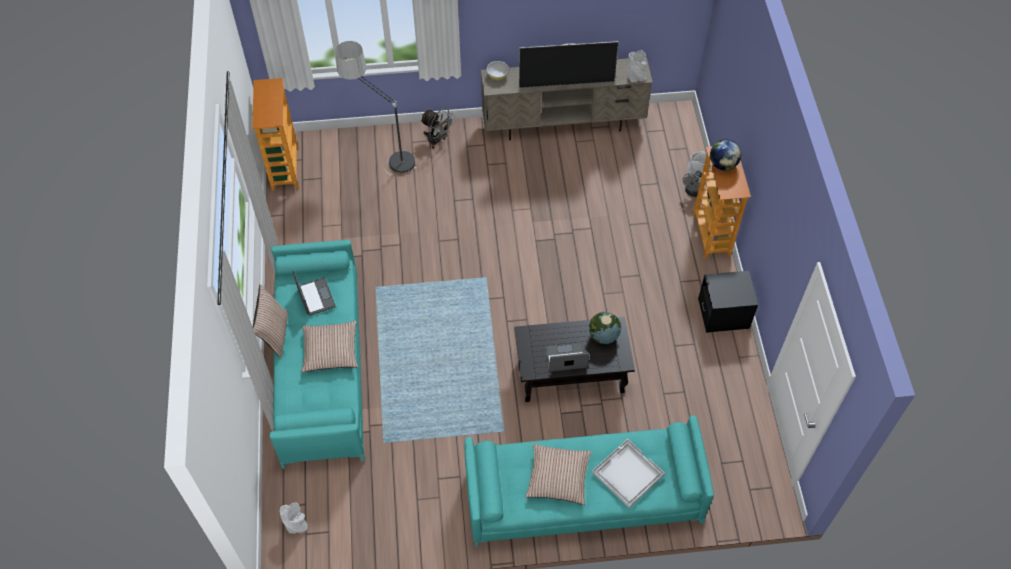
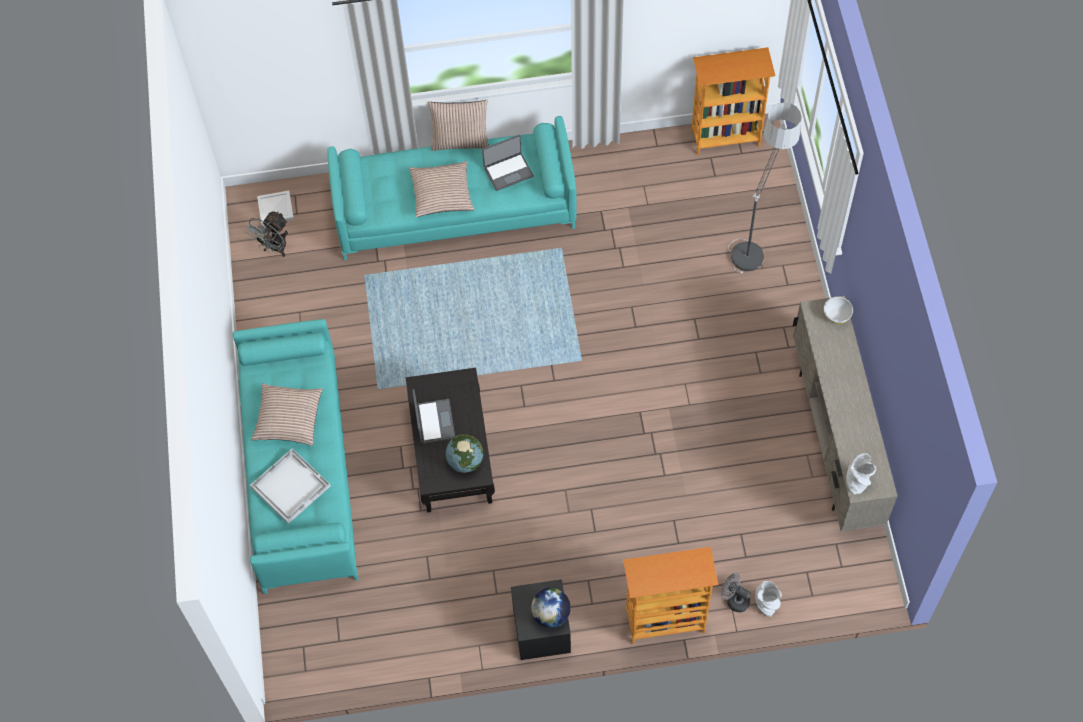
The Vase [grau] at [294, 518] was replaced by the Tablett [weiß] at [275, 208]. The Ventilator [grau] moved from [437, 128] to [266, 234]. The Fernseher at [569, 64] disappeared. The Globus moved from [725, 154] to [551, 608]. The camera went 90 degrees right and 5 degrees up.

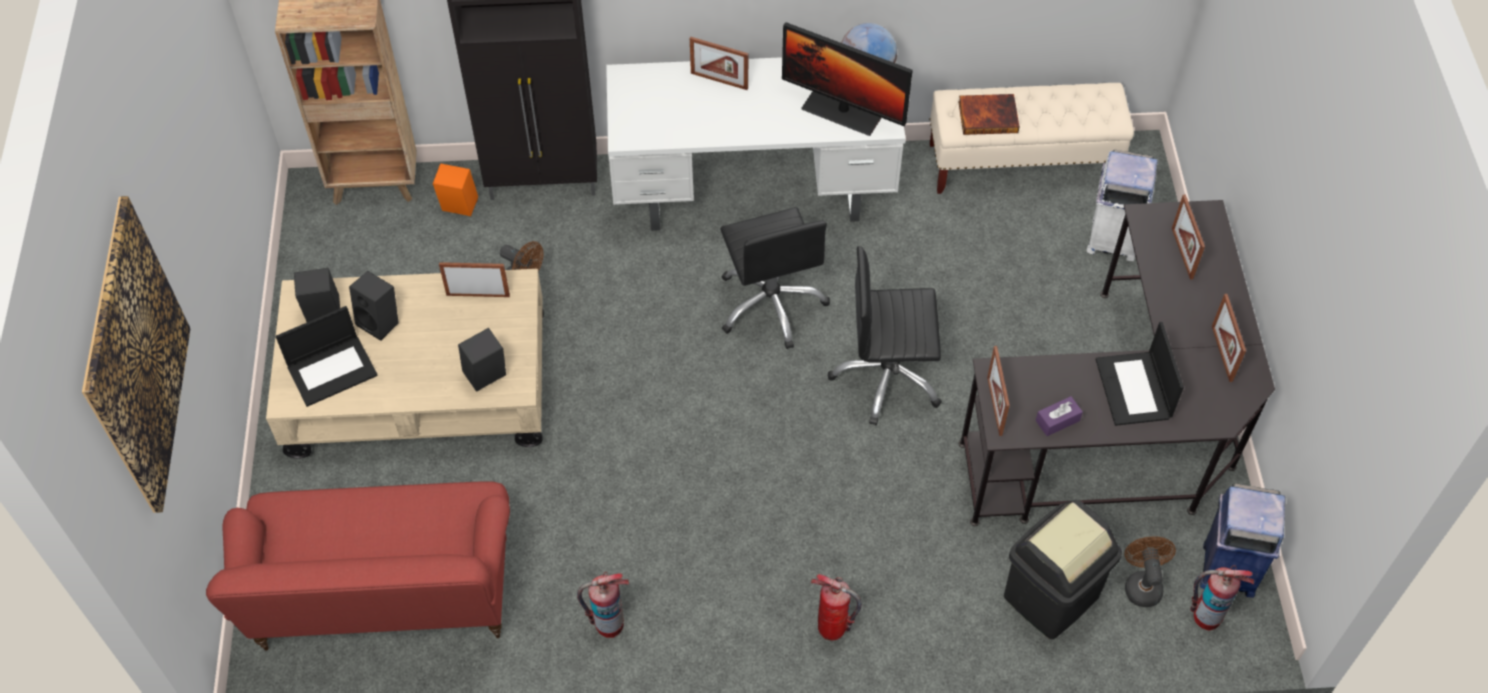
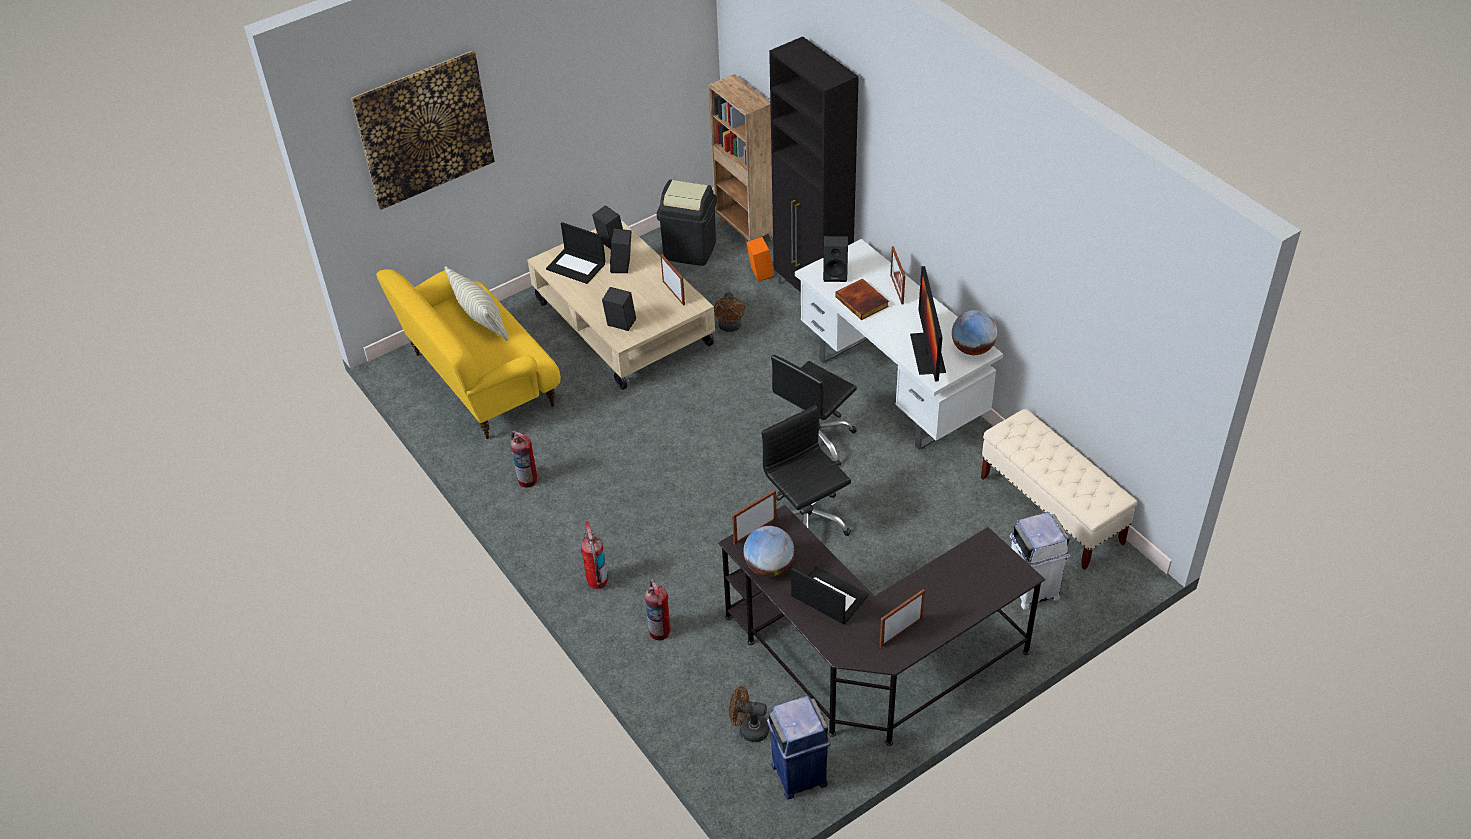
The Sofa [rot] at [358, 565] became the Sofa [gelb] at [468, 354]. The Buch moved from [989, 114] to [862, 299]. The Mülleimer [schwarz] moved from [1063, 569] to [687, 223]. The Taschentuchbox [lila] at [1059, 416] was replaced by the Globus at [769, 551]. The Laptop at [1140, 374] turned 75 degrees clockwise. The Ventilator [braun] at [1150, 571] turned 135 degrees counterclockwise. The Bilderrahmen at [1188, 237] disappeared. The Feuerlöscher moved from [1222, 598] to [657, 609]. The Kissen at [476, 303] appeared. The Lautsprecher [schwarz] at [835, 259] appeared. The camera went 60 degrees right and 10 degrees down.

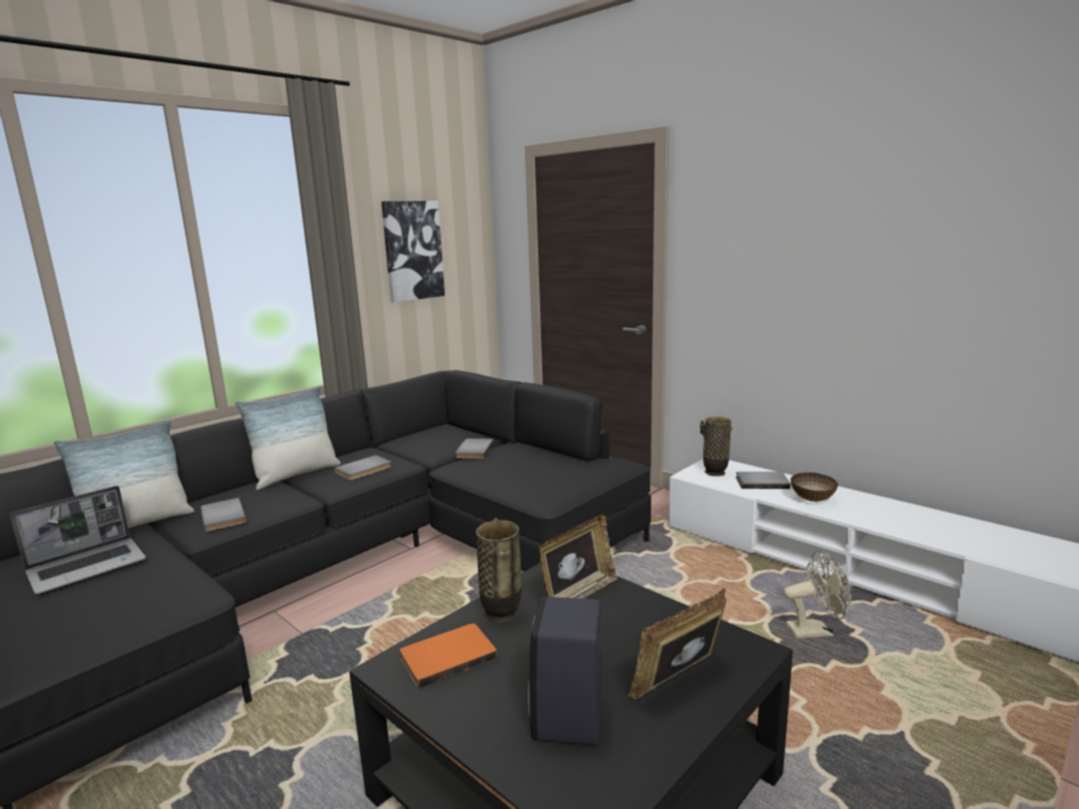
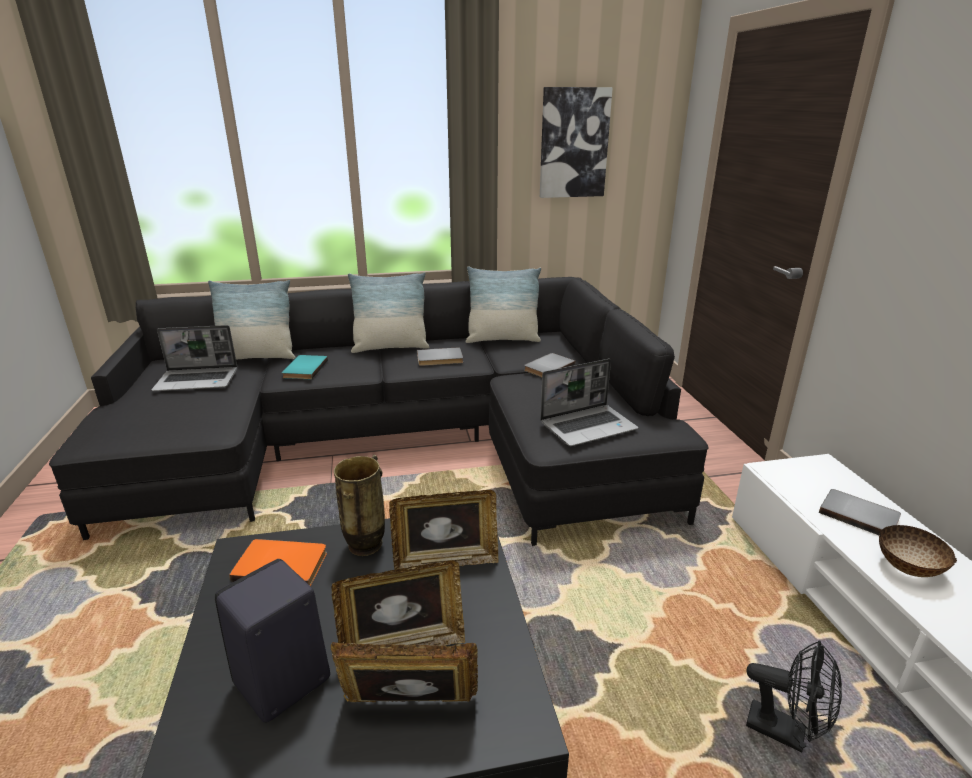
The Buch [grau] at [223, 515] became the Buch [türkis] at [305, 367]. The Vase at [716, 446] disappeared. The Ventilator [beige] at [817, 595] became the Ventilator [schwarz] at [794, 696]. The Bilderrahmen at [398, 603] appeared. The Kissen at [503, 304] appeared. The Laptop at [589, 402] appeared. The camera went 35 degrees right and 10 degrees up.

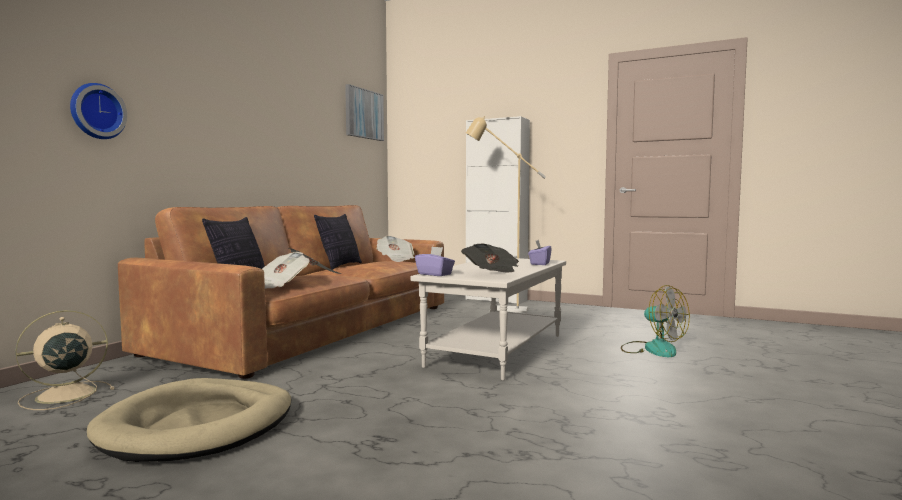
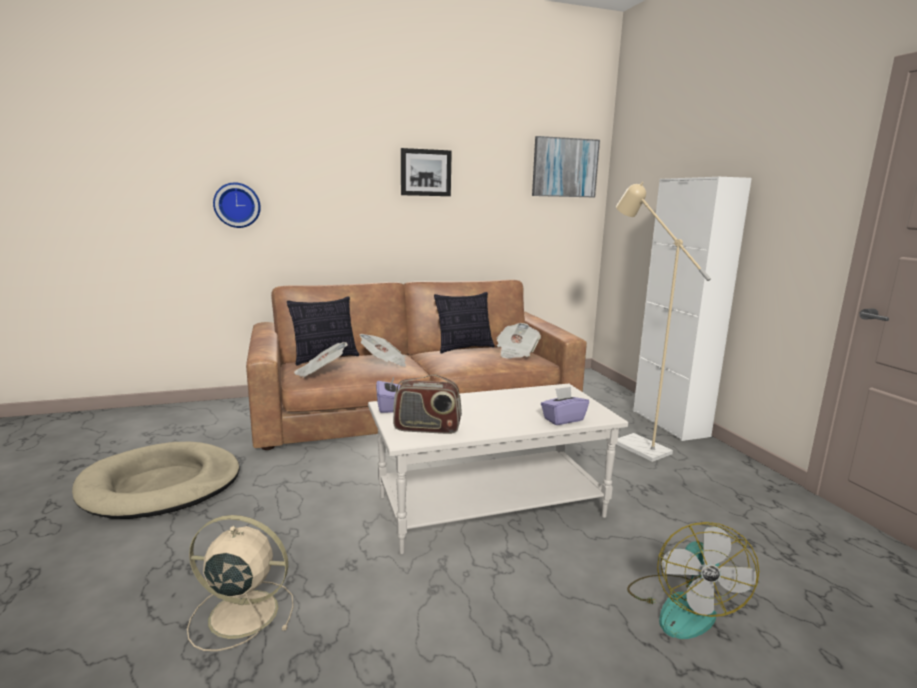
The Ventilator [beige] moved from [64, 360] to [240, 583]. The Zeitung at [489, 258] was replaced by the Radio at [427, 404]. The Bild at [426, 172] appeared. The camera went 45 degrees right and 10 degrees up.

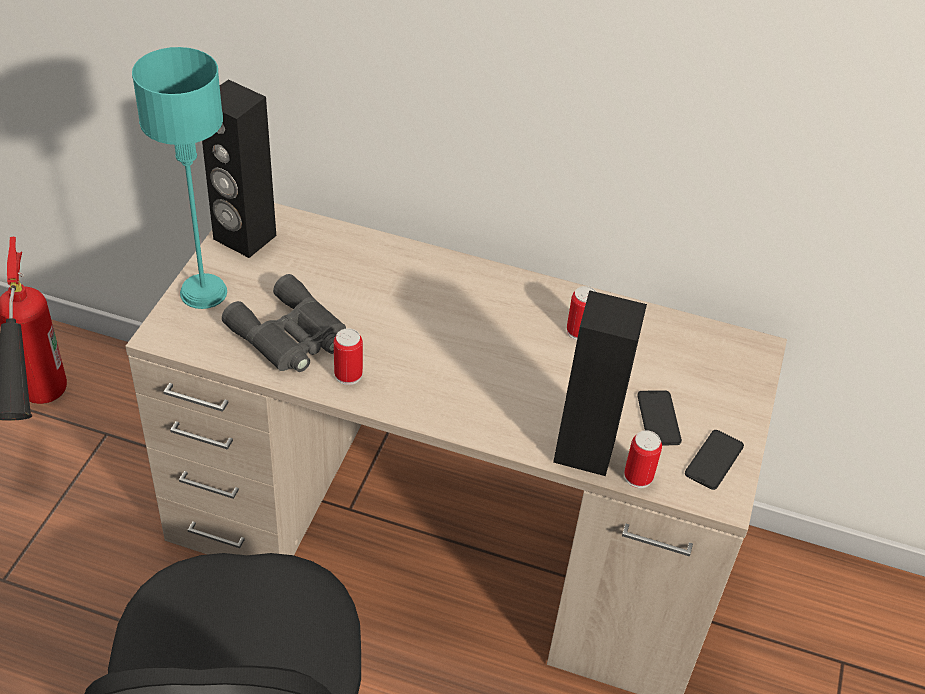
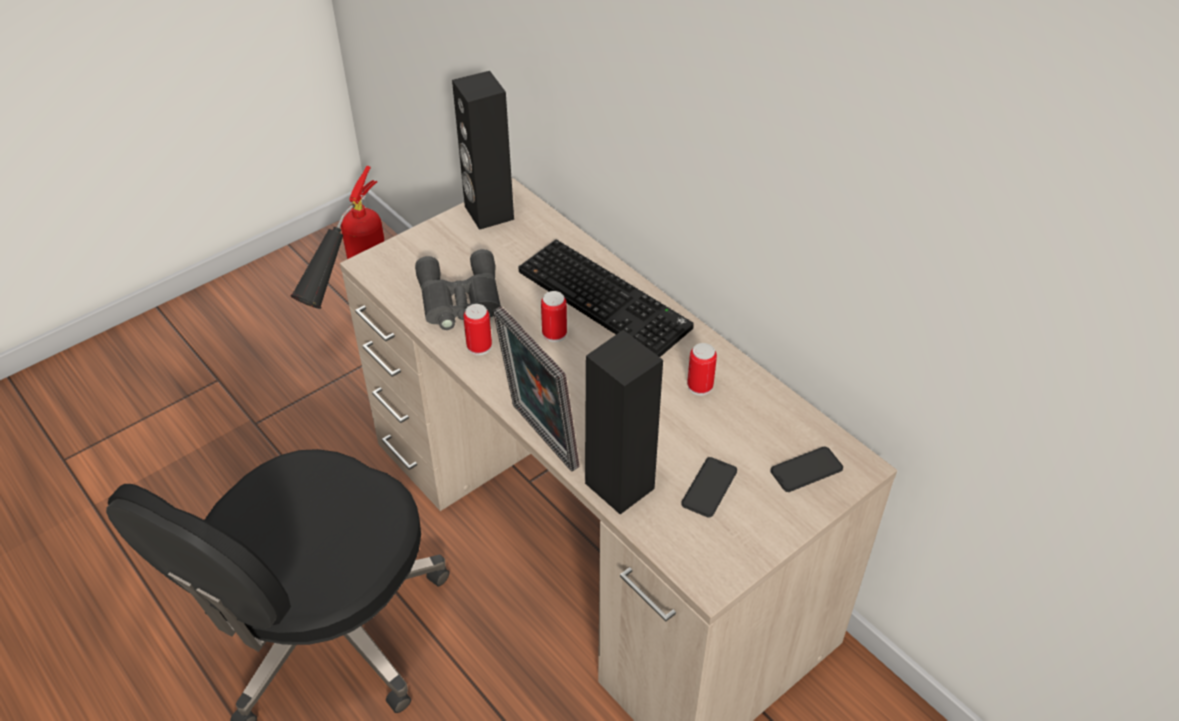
The Tischlampe [türkis] at [179, 178] disappeared. The Dose moved from [643, 459] to [554, 316]. The Handy moved from [714, 460] to [806, 469]. The Bilderrahmen at [536, 389] appeared. The Tastatur at [606, 298] appeared. The camera went 35 degrees right and 0 degrees up.

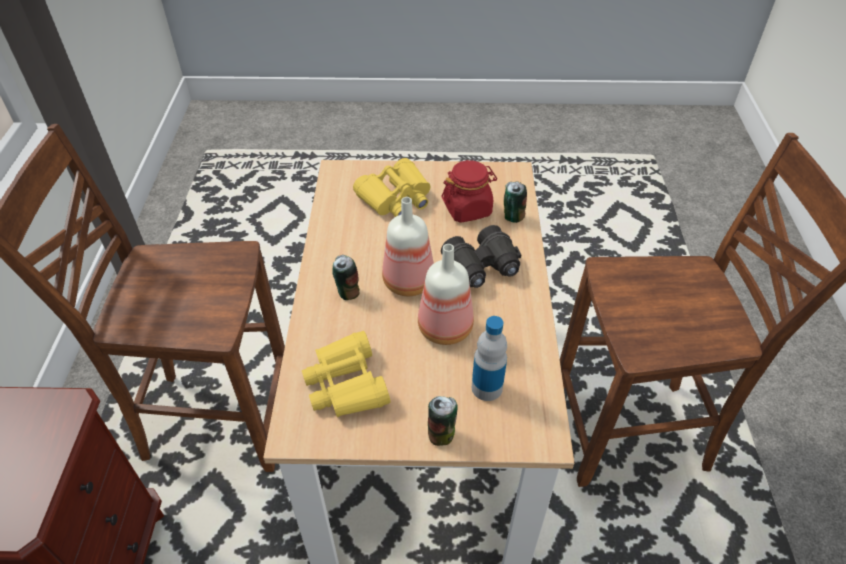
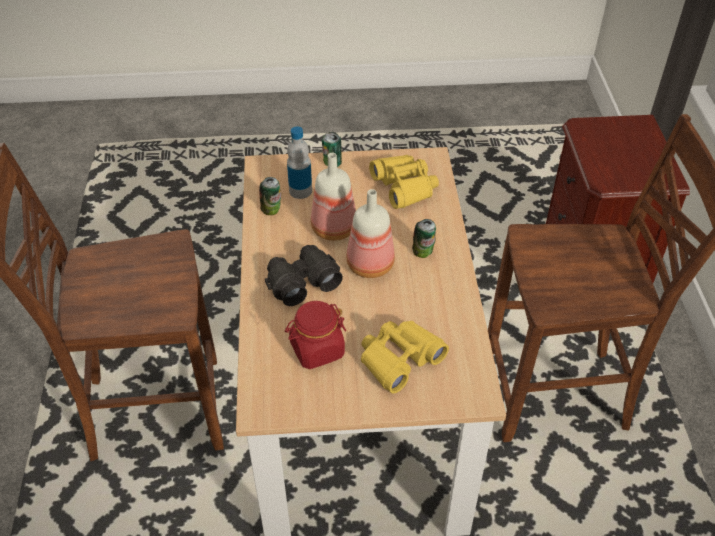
The Dose moved from [515, 202] to [270, 196]. The camera went 175 degrees right and 0 degrees up.

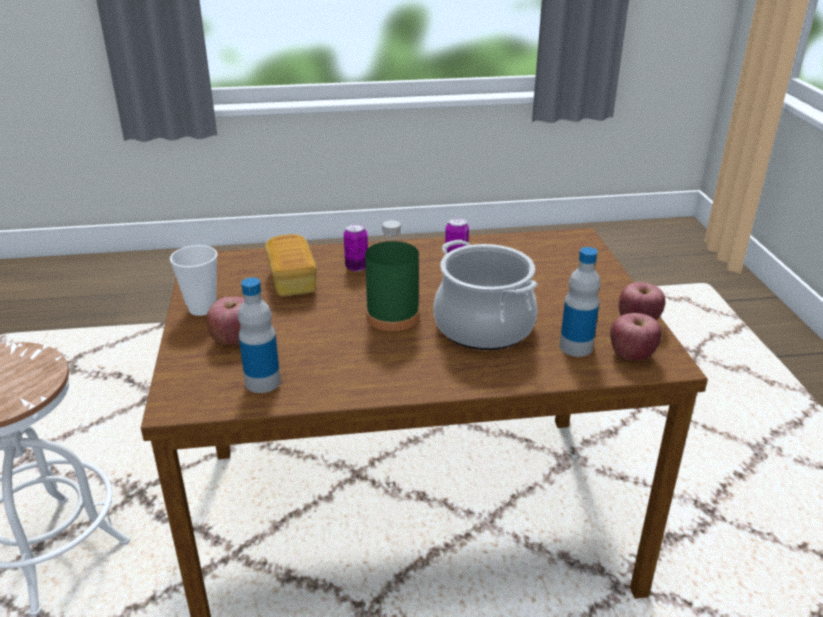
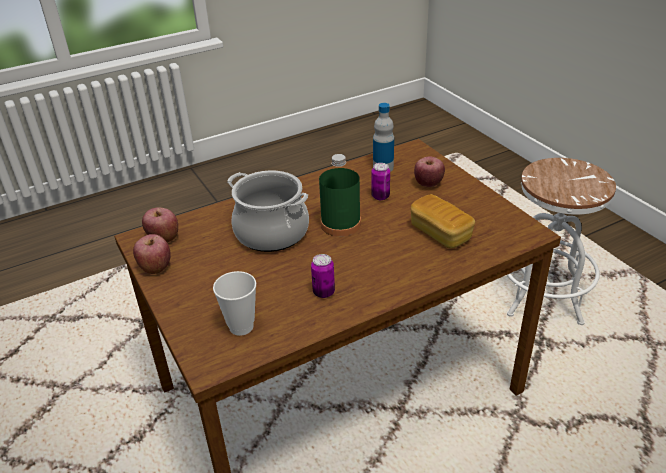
The Tasse moved from [193, 280] to [234, 303]. The Dose moved from [356, 248] to [380, 181]. The Flasche at [580, 302] disappeared. The camera went 160 degrees right and 5 degrees up.

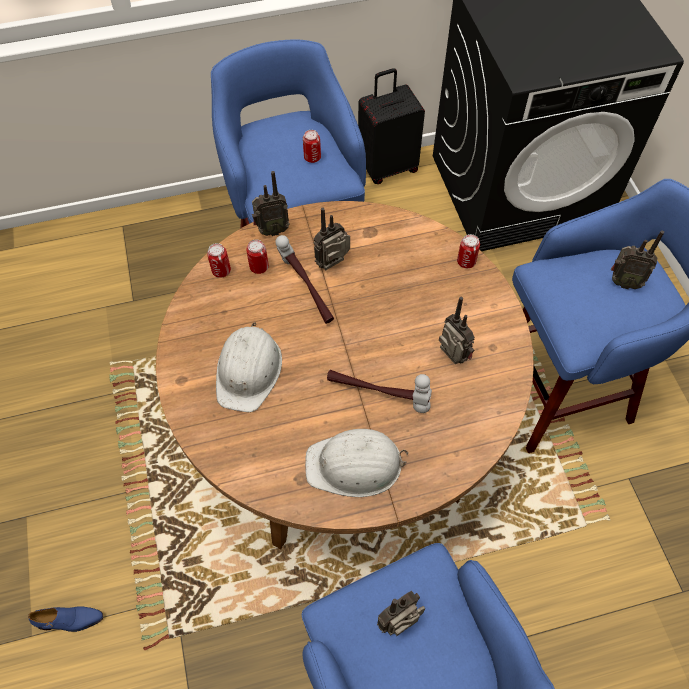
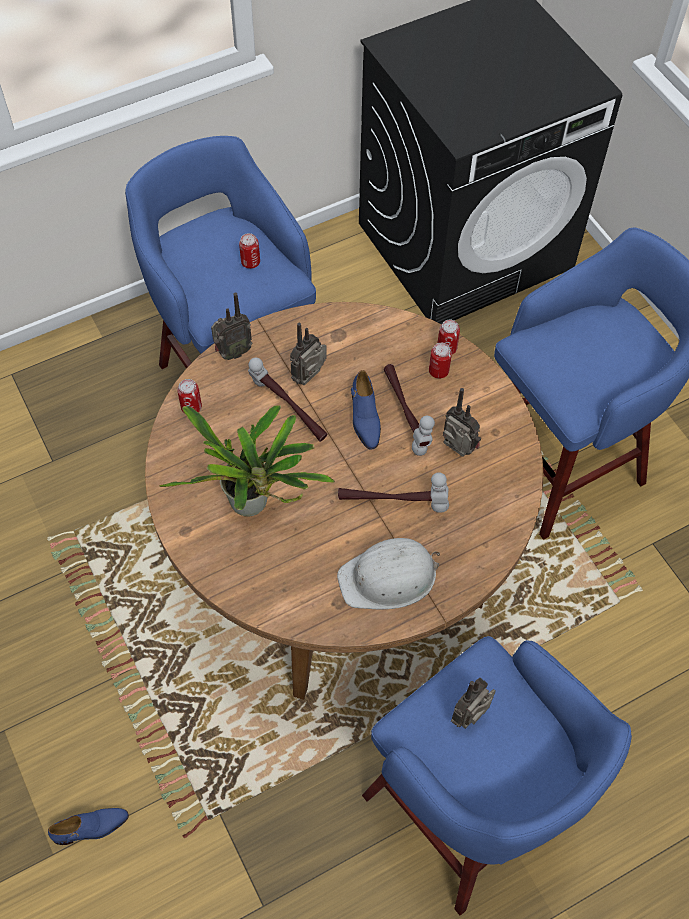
The Schutzhelm [weiß] at [249, 367] was replaced by the Topfpflanze at [247, 460]. The Dose moved from [257, 257] to [440, 361]. The Koffer [schwarz] at [391, 126] disappeared. The Radio at [637, 260] disappeared. The Schuh [blau] at [366, 410] appeared. The Hammer at [409, 410] appeared. The camera went 15 degrees left and 0 degrees up.

